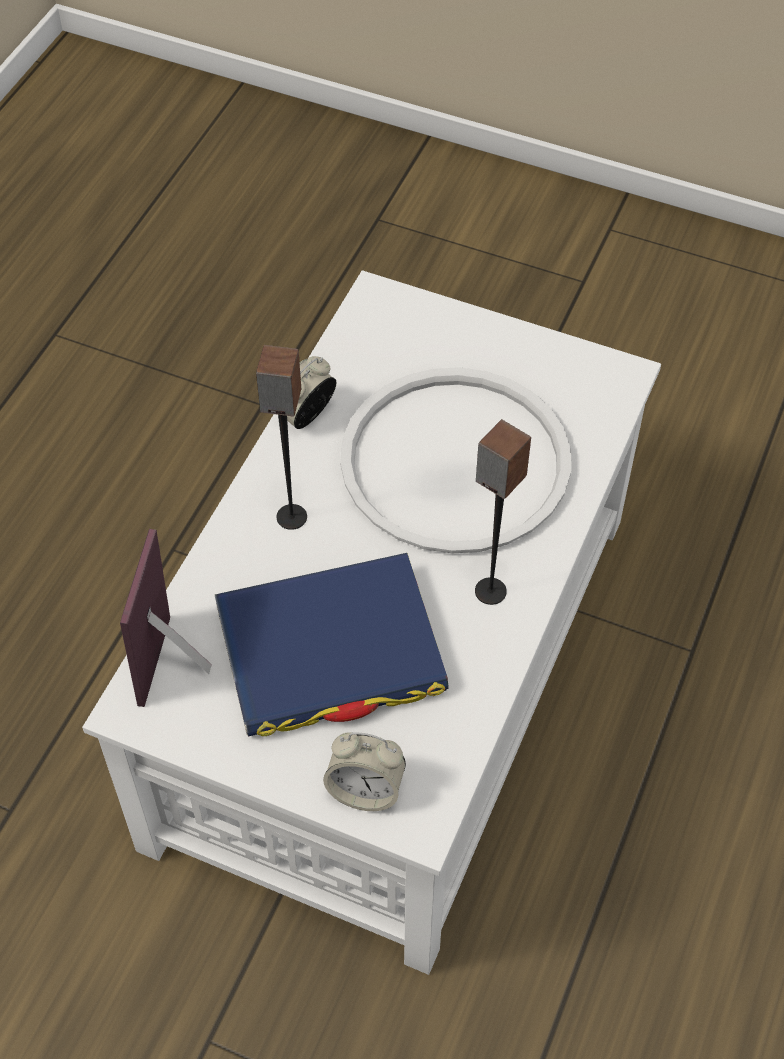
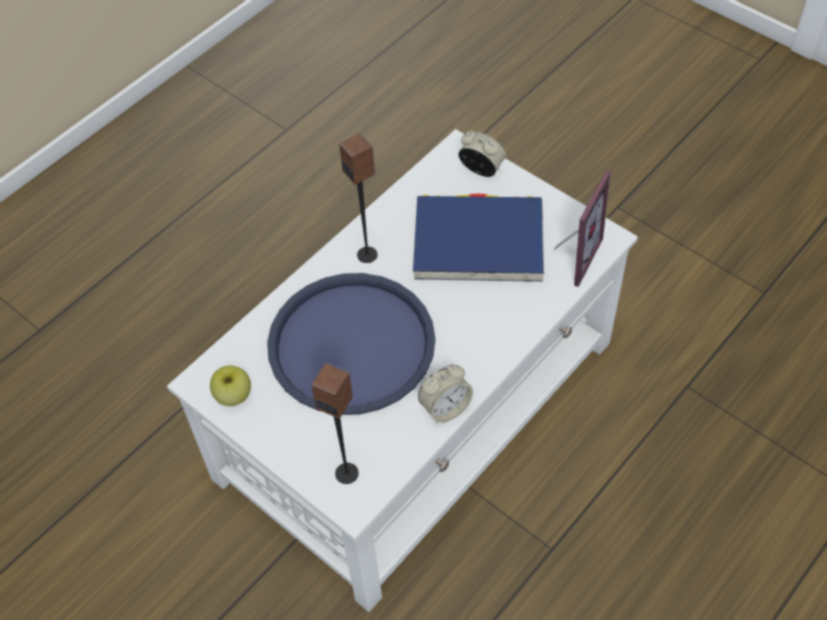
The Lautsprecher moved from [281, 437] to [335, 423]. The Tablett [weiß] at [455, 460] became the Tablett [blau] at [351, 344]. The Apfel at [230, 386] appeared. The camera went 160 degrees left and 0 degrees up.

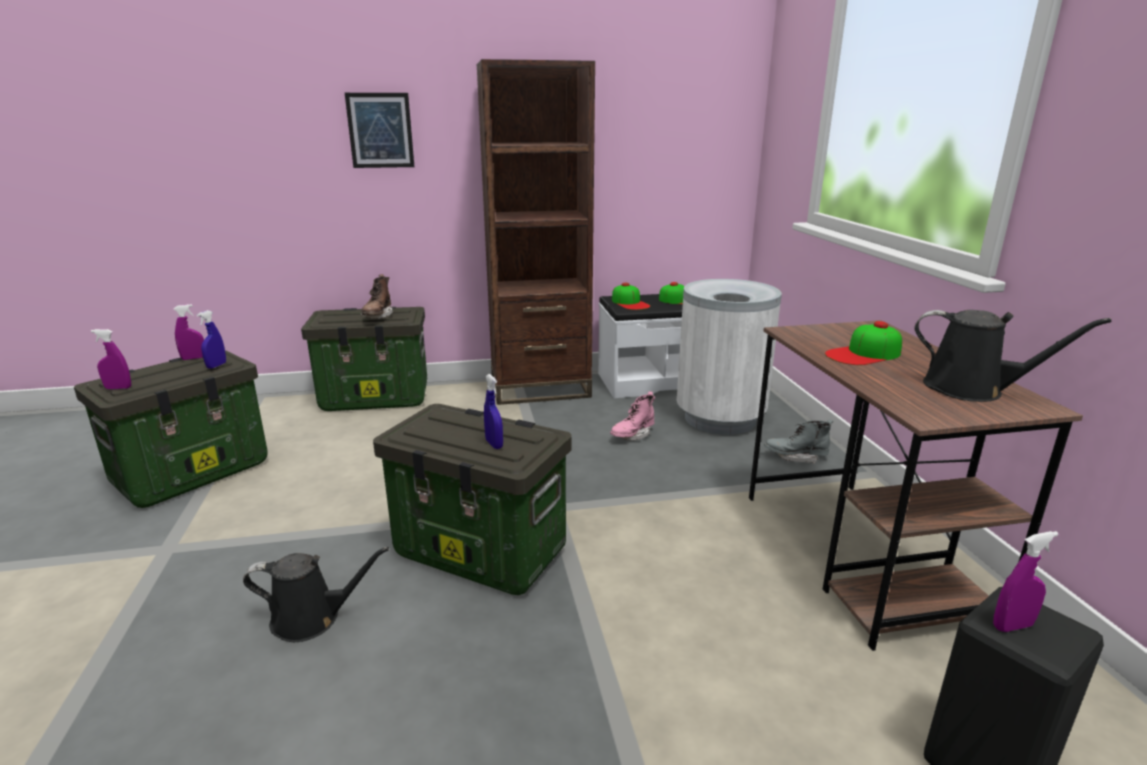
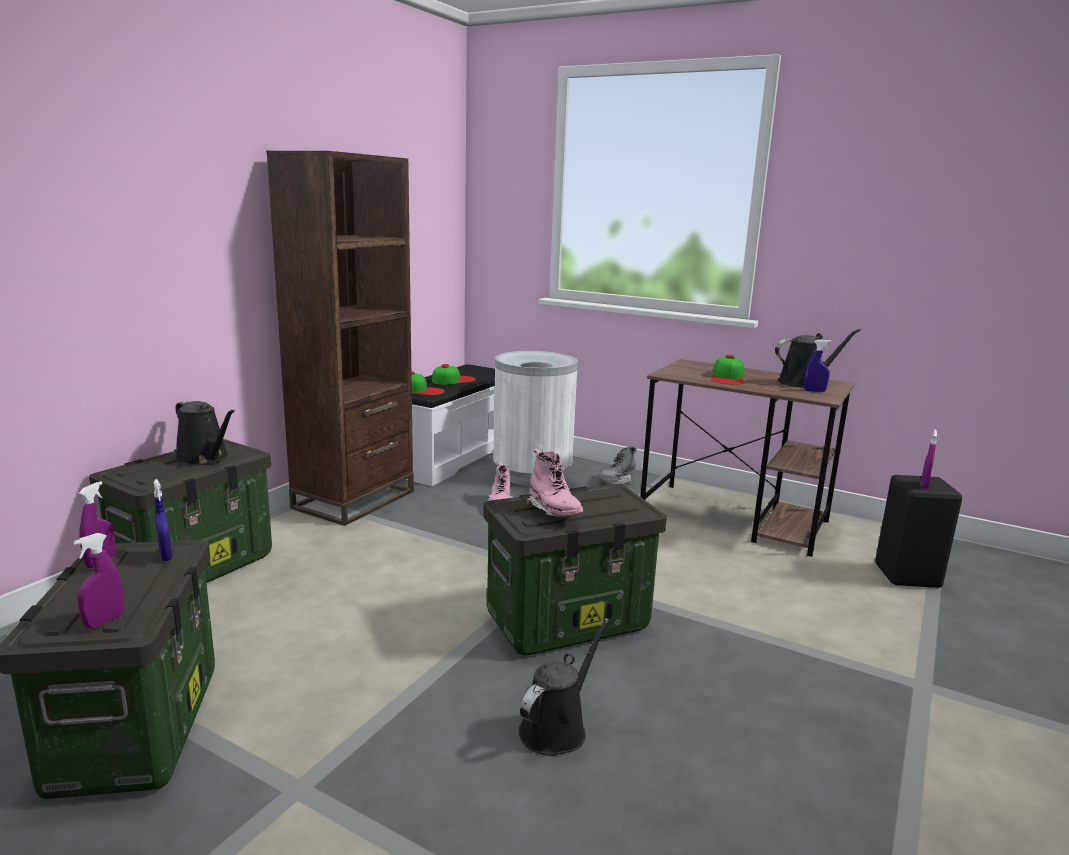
The Bild at [379, 130] disappeared. The Stiefel [braun] at [376, 296] was replaced by the Gießkanne [schwarz] at [205, 433]. The Sprühflasche [blau] moved from [493, 411] to [818, 365]. The Stiefel [rosa] at [555, 483] appeared. The camera went 50 degrees left and 5 degrees down.

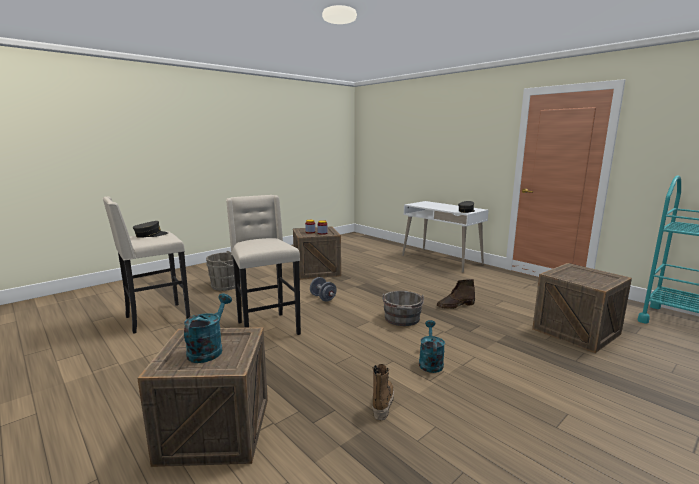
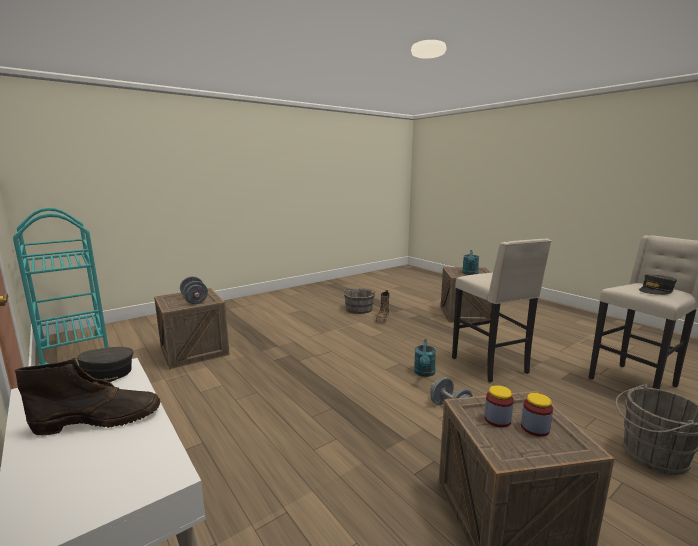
The Eimer [grau] moved from [403, 308] to [359, 301]. The Gießkanne [türkis] moved from [432, 346] to [425, 358]. The Stiefel [braun] moved from [456, 294] to [87, 396]. The Hantel [grau] at [194, 290] appeared. The camera went 175 degrees left and 0 degrees up.

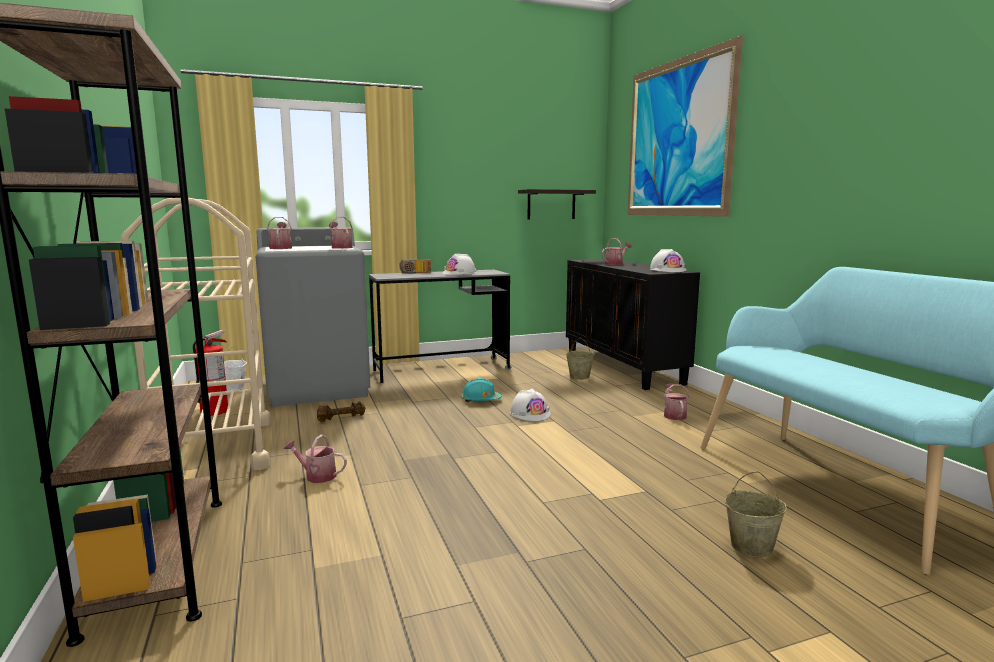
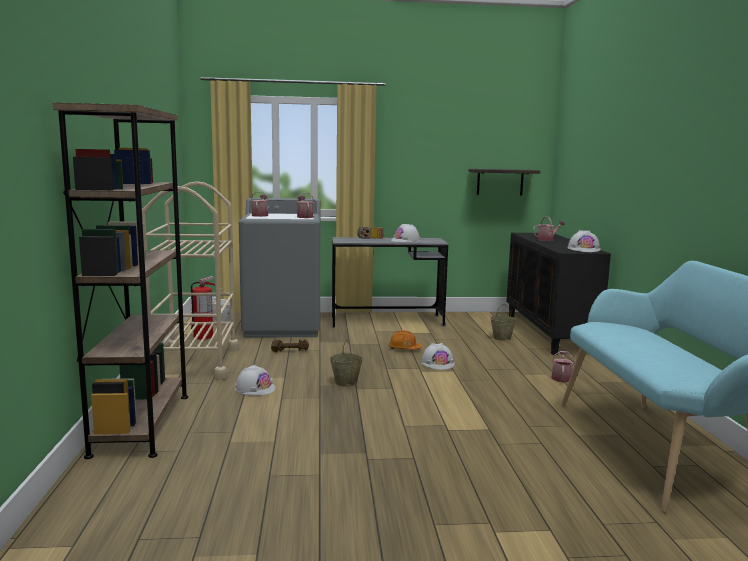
The Gießkanne at [315, 459] was replaced by the Schutzhelm [weiß] at [255, 380]. The Schutzhelm [türkis] at [481, 390] became the Schutzhelm [orange] at [405, 340]. The Bild at [685, 126] disappeared. The Eimer [beige] moved from [756, 514] to [346, 363]. The camera went 15 degrees right and 0 degrees up.

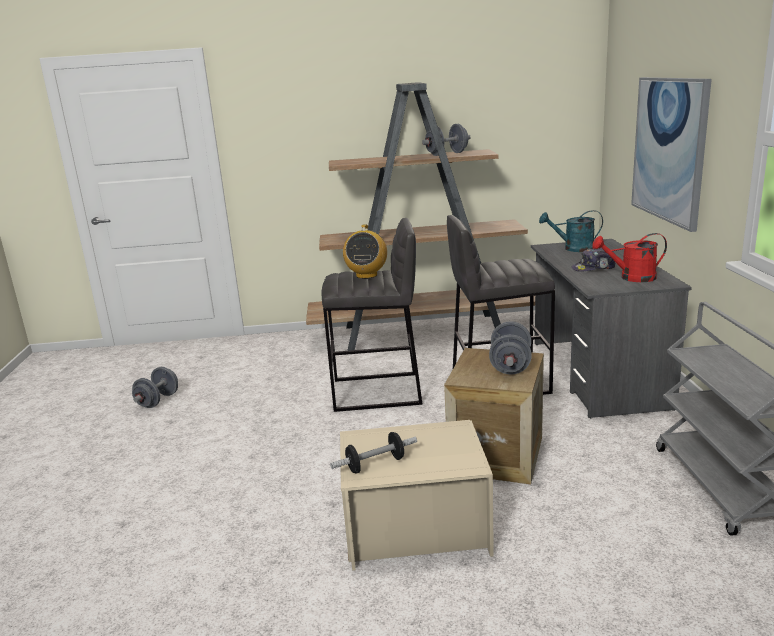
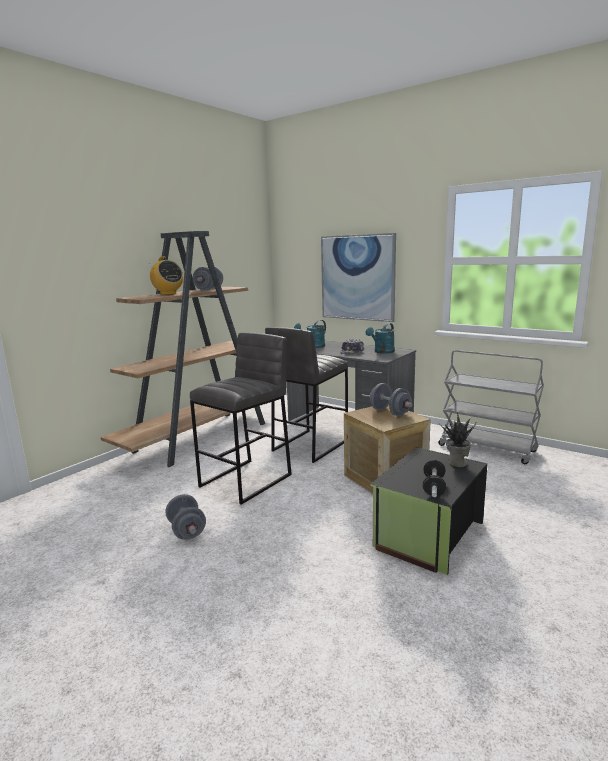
The Hantel [grau] moved from [155, 387] to [185, 517]. The Aufbewahrungsbox [beige] at [417, 495] became the Aufbewahrungsbox [schwarz] at [429, 511]. The Radio moved from [365, 252] to [166, 275]. The Gießkanne [rot] at [629, 257] became the Gießkanne [türkis] at [380, 338]. The Topfpflanze at [458, 440] appeared. The camera went 50 degrees left and 5 degrees down.

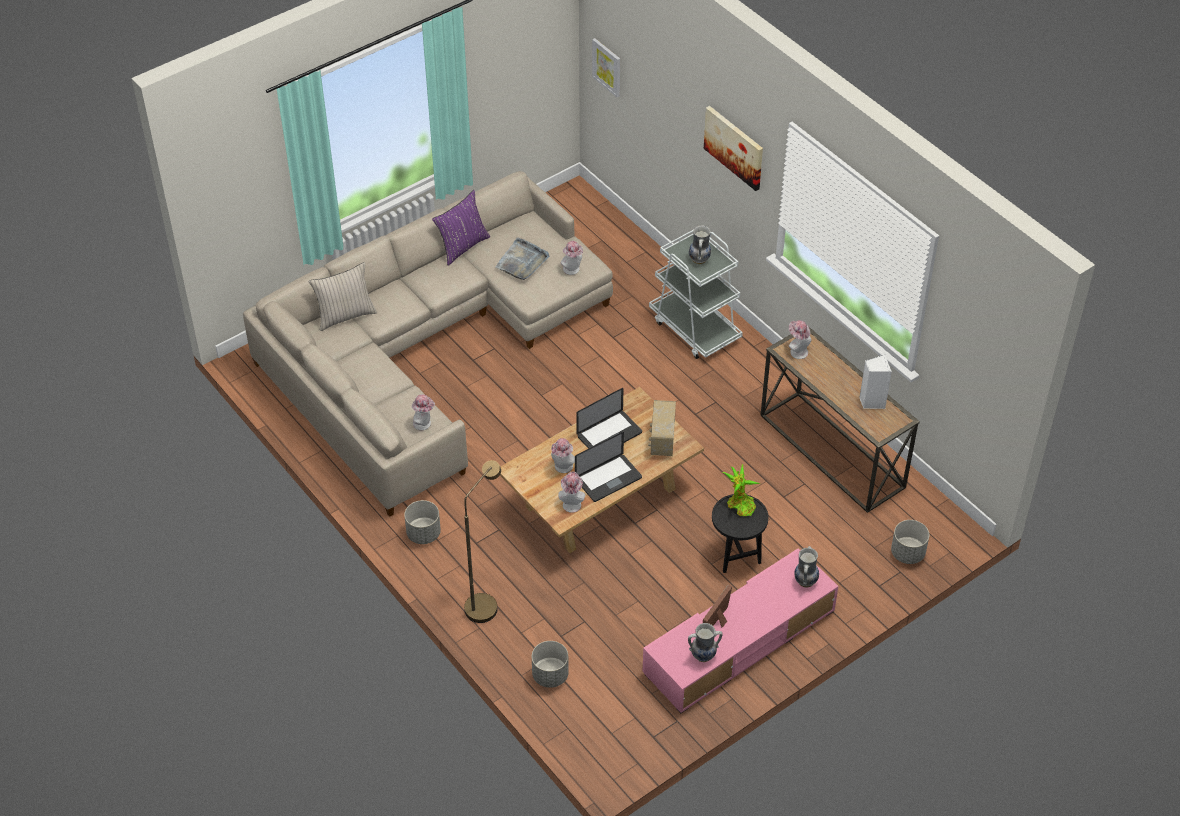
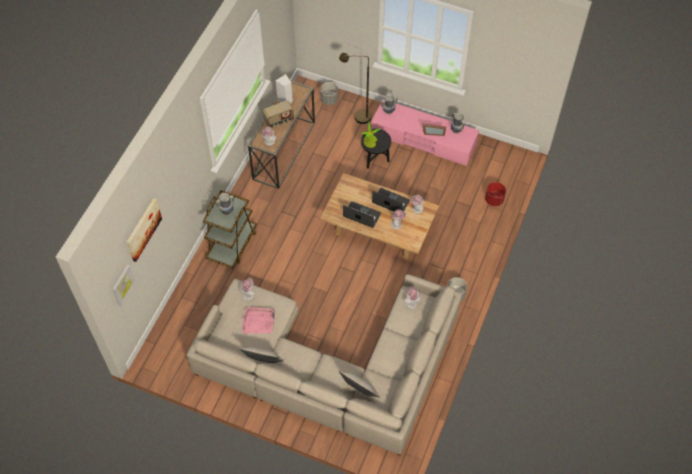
The Kissen [lila] at [461, 228] became the Kissen [beige] at [261, 355]. The Stehlampe [braun] moved from [482, 541] to [355, 88]. The Tablett [grau] at [522, 258] became the Tablett [rosa] at [258, 320]. The Pflanzkübel [grau] at [550, 664] became the Pflanzkübel [rot] at [495, 194]. The Radio moved from [662, 428] to [278, 114]. The Rollwagen [weiß] at [696, 294] became the Rollwagen [braun] at [230, 229]. The Bild moved from [733, 148] to [144, 230]. The camera went 120 degrees left and 10 degrees up.

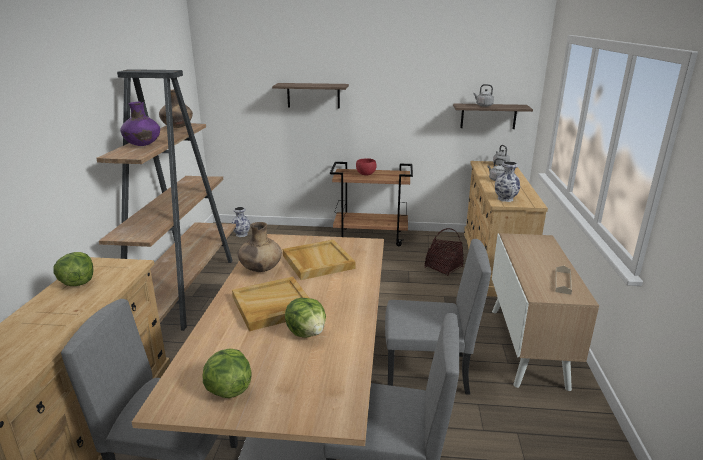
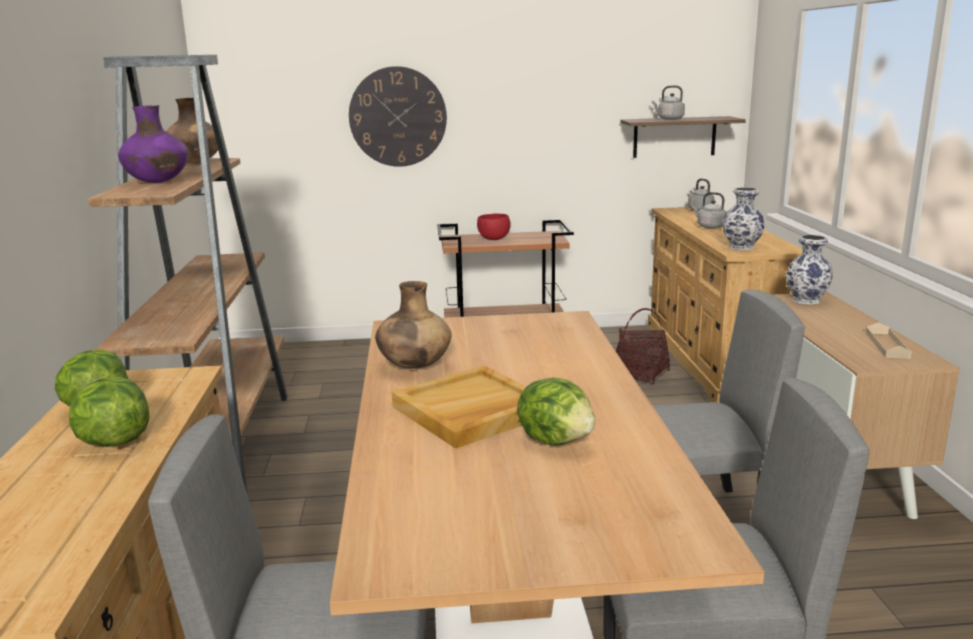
The Salatkopf moved from [227, 373] to [109, 411]. The Vase moved from [241, 222] to [809, 270]. The Wandregal at [310, 95] was replaced by the Wanduhr at [398, 116]. The Tablett [beige] at [319, 260] disappeared. The camera went 10 degrees left and 5 degrees down.

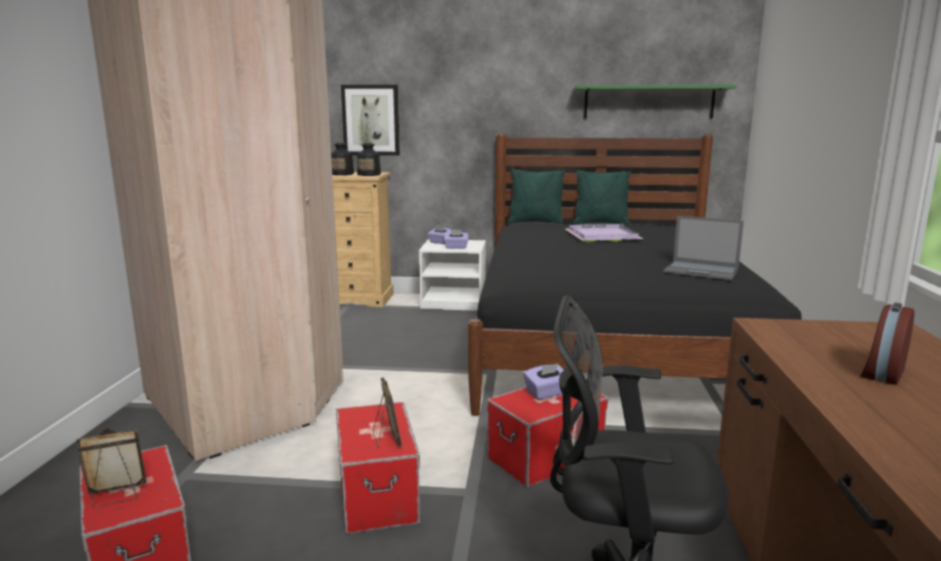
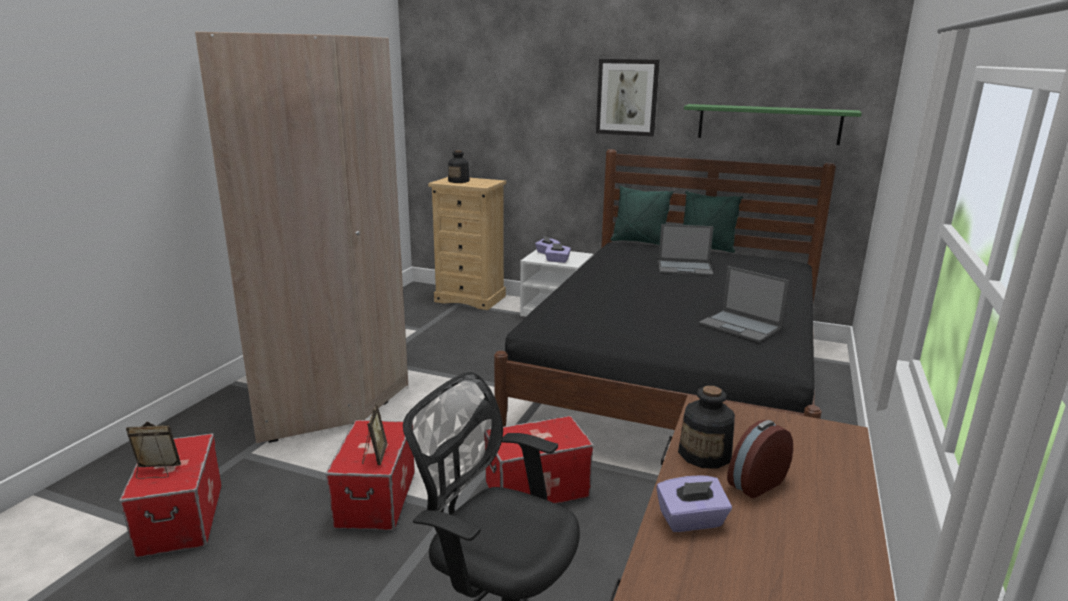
The Bild moved from [370, 120] to [628, 98]. The Flasche moved from [369, 159] to [706, 427]. The Taschentuchbox [lila] moved from [544, 381] to [694, 504]. The Tablett [lila] at [604, 233] was replaced by the Laptop at [686, 250]. The camera went 15 degrees right and 5 degrees up.

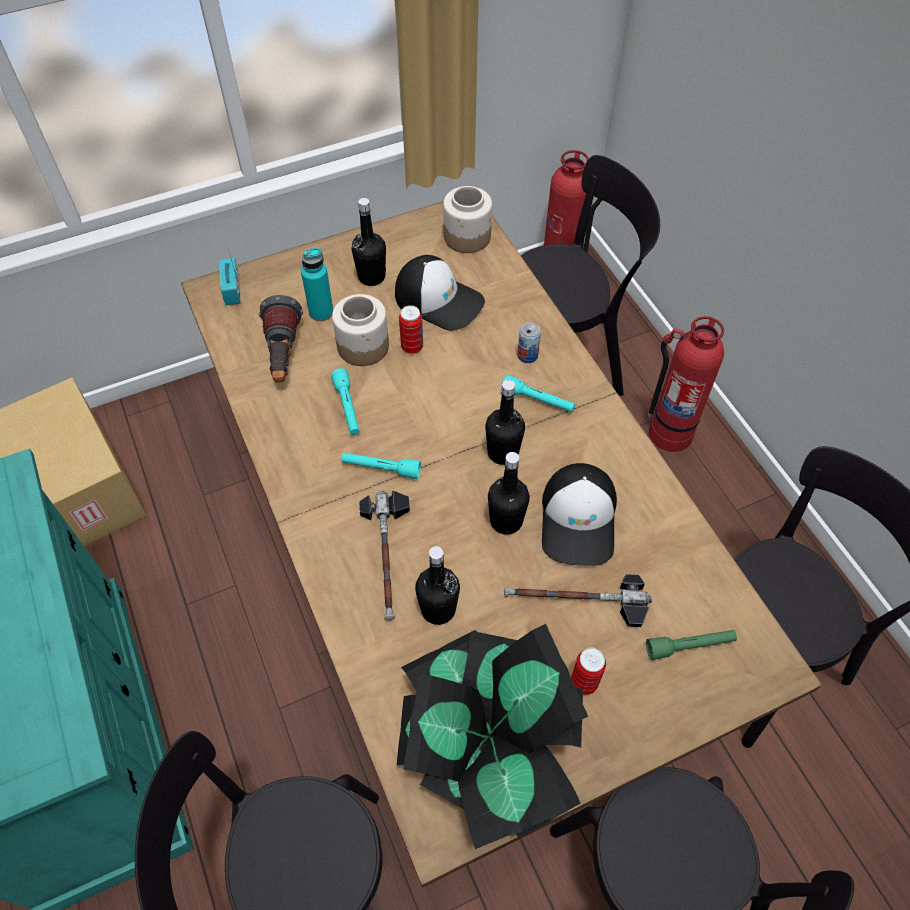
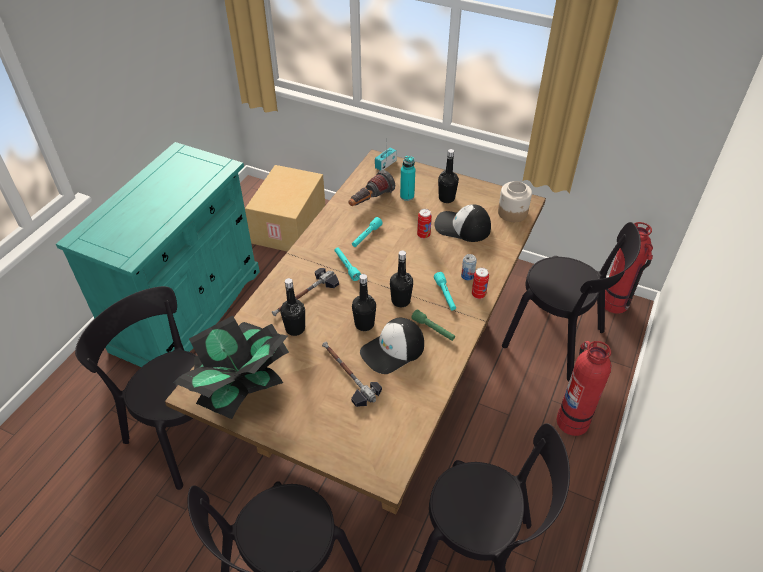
The Vorratsglas at [360, 330] disappeared. The Kappe at [440, 293] turned 120 degrees clockwise. The Dose moved from [588, 671] to [480, 283]. The Taschenlampe [grün] moved from [691, 645] to [433, 325]. The camera went 50 degrees right and 10 degrees down.

